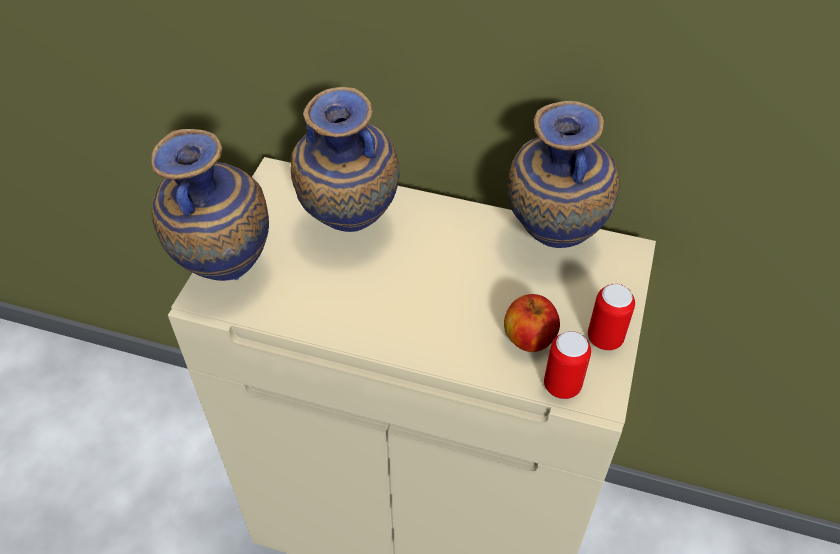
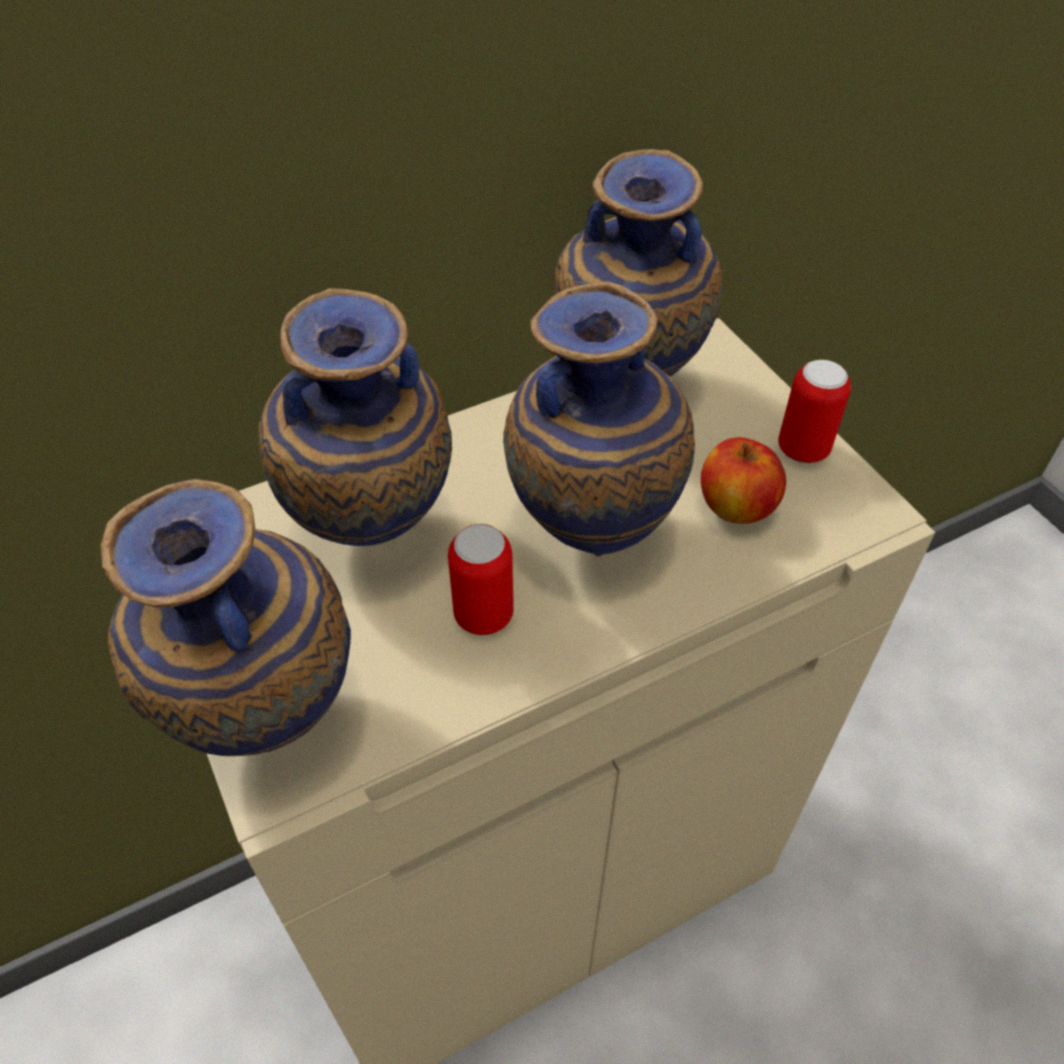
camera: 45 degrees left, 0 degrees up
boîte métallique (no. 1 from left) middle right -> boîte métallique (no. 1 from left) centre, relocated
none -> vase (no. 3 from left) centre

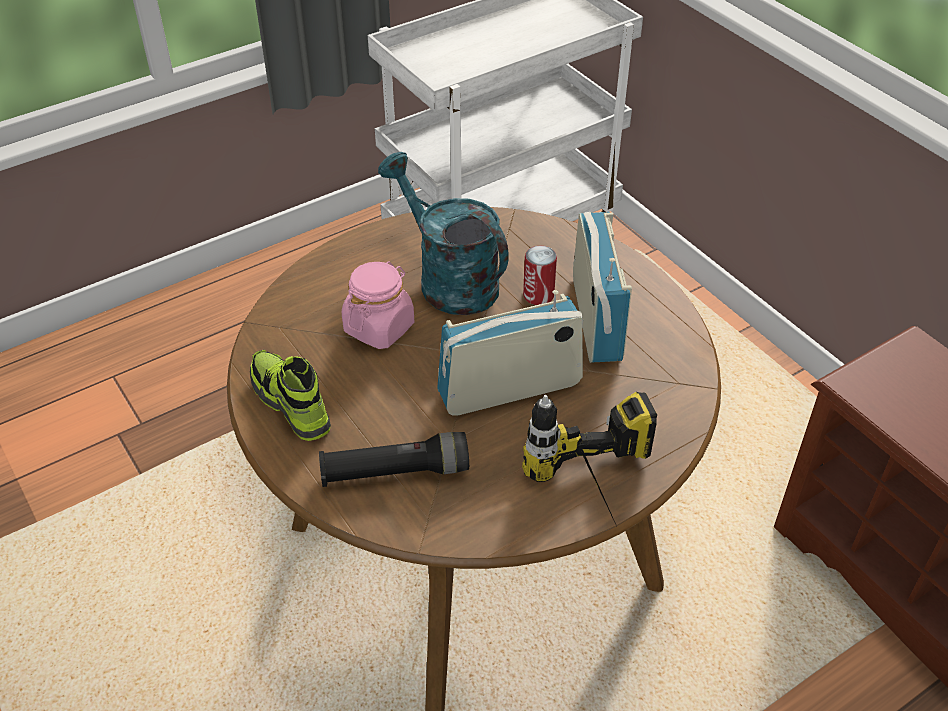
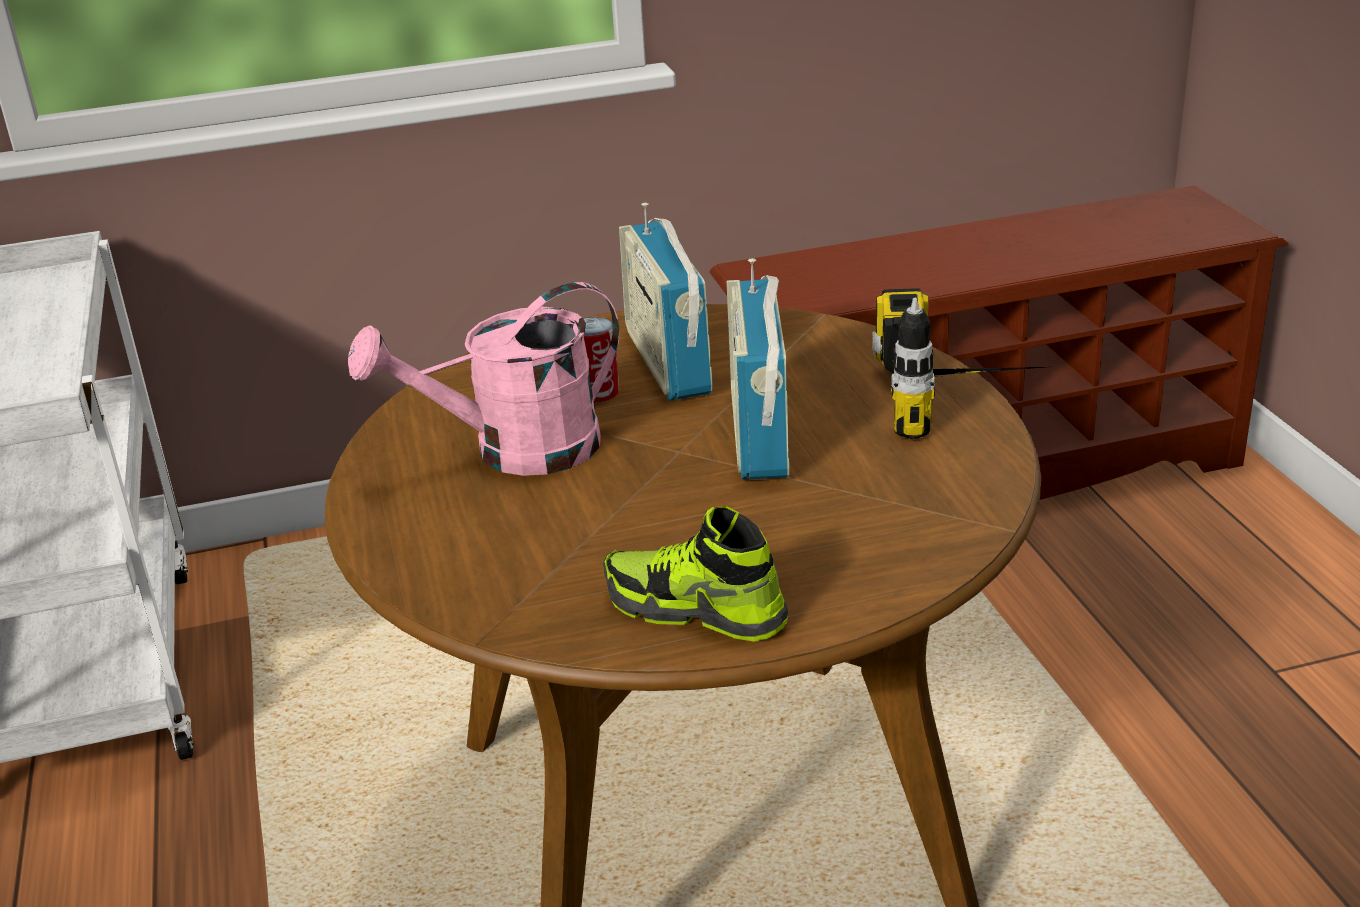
camera: 70 degrees left, 15 degrees down
arrosoir/turquoise top centre -> arrosoir/rose centre
chaussure middle left -> chaussure centre, 45 degrees clockwise
radio (no. 2 from left in the first image) centre -> radio (no. 1 from left) top centre, 120 degrees counterclockwise
lampe de poche/noir centre -> none
bocal/rose centre -> none

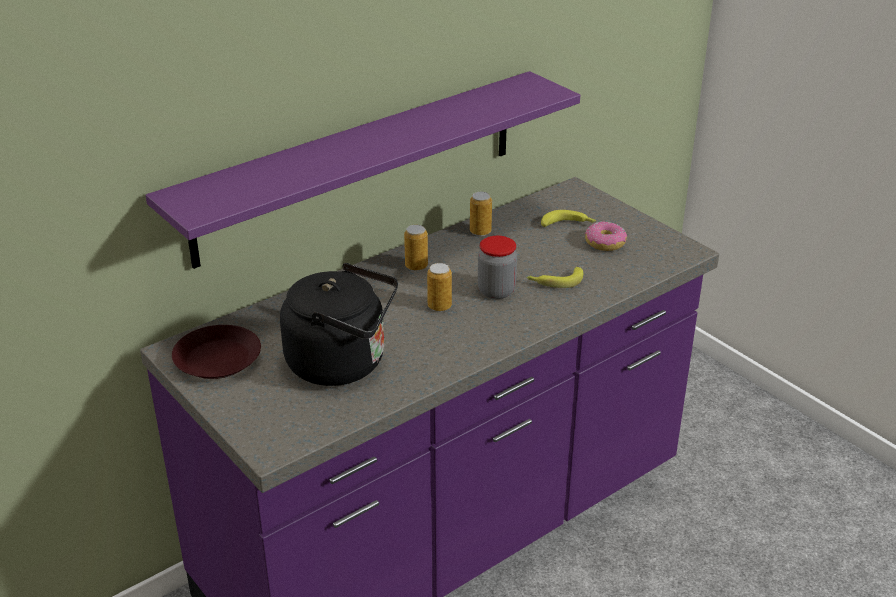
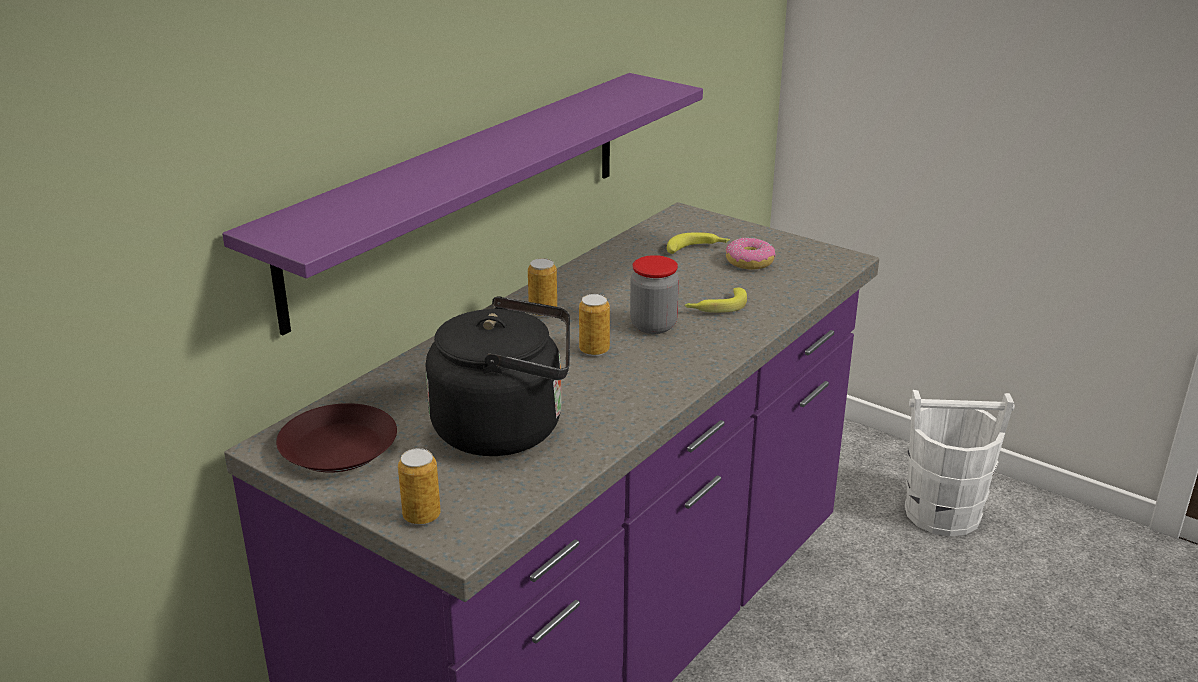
camera: 15 degrees left, 5 degrees down
boîte métallique (no. 3 from left in the first image) centre -> boîte métallique (no. 1 from left) bottom centre, relocated
none -> seau/blanc bottom right

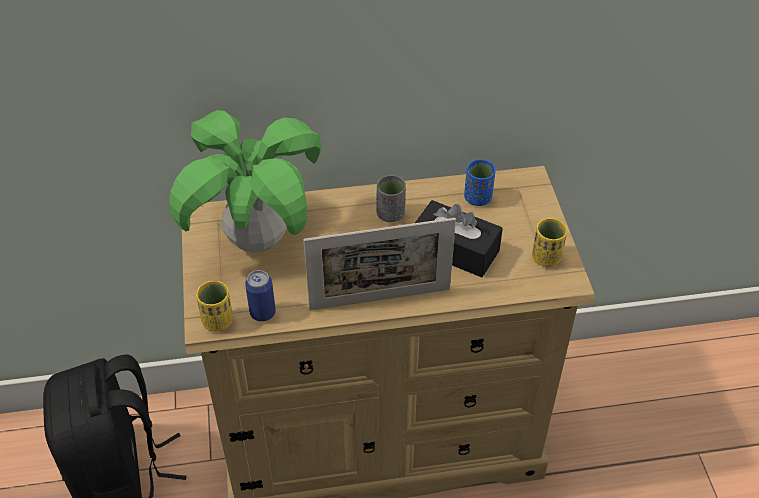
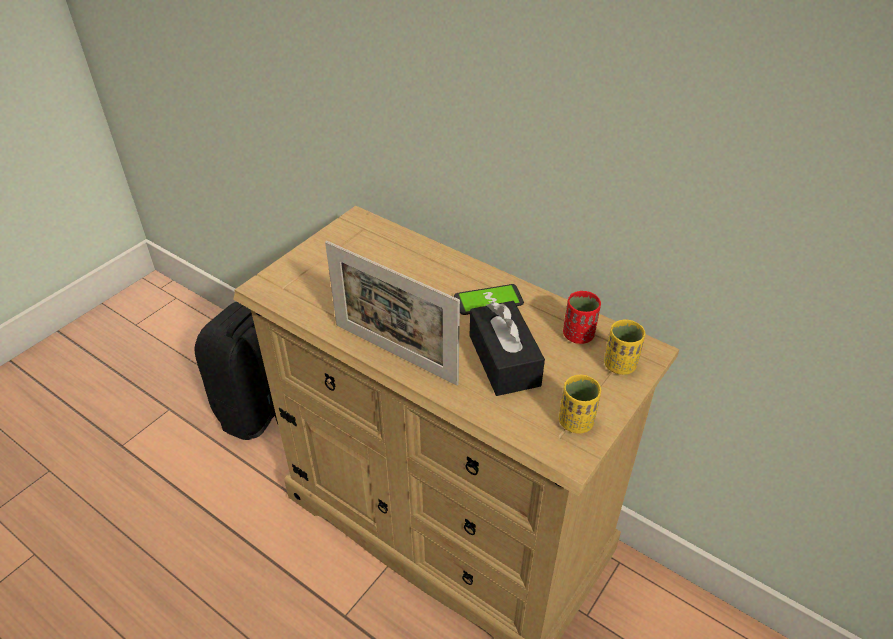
camera: 45 degrees right, 5 degrees down
tasse/gris centre -> téléphone centre
tasse/bleu centre -> tasse/rouge centre
tasse/jaune (no. 1 from left in the first image) middle left -> tasse/jaune (no. 2 from left) middle right, relocated
plante en pot middle left -> none
boîte métallique centre -> none

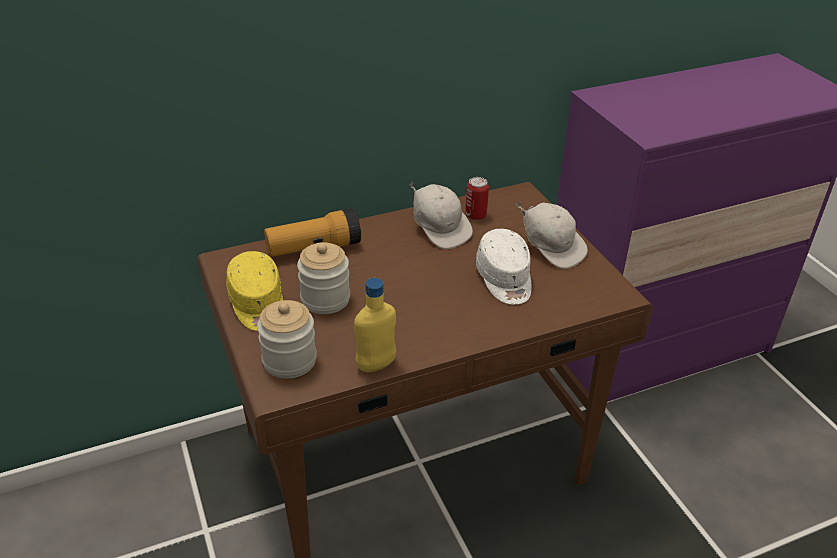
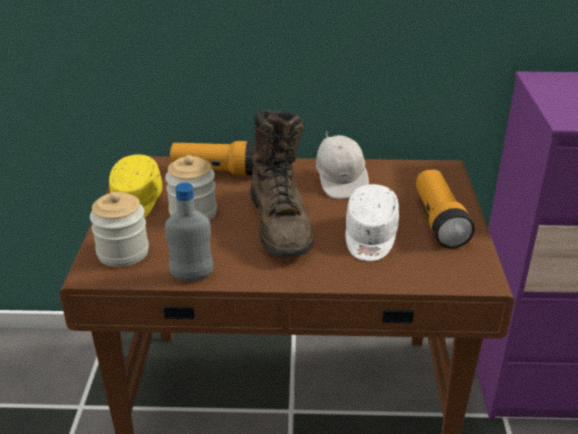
camera: 25 degrees right, 5 degrees down
bouteille/jaune centre -> bouteille/gris middle left
none -> botte/marron centre
casquette/blanc (no. 3 from left) centre -> lampe de poche (no. 2 from left) middle right
boîte métallique centre -> none

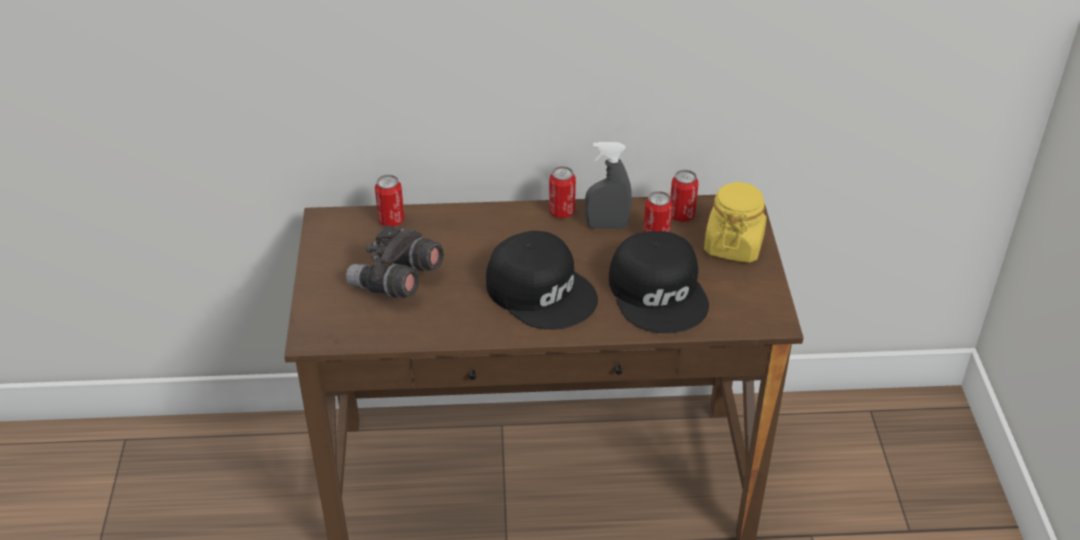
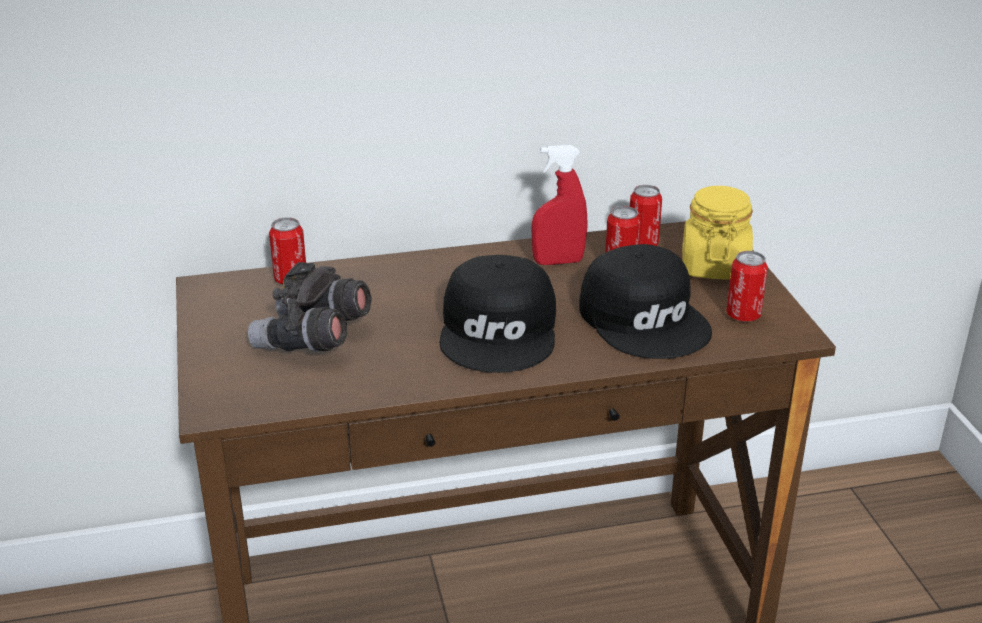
camera: 10 degrees left, 10 degrees down
casquette/noir (no. 1 from left) centre, 60 degrees clockwise
vaporisateur/gris centre -> vaporisateur/rouge top centre
boîte métallique (no. 2 from left in the first image) centre -> boîte métallique (no. 4 from left) middle right, relocated

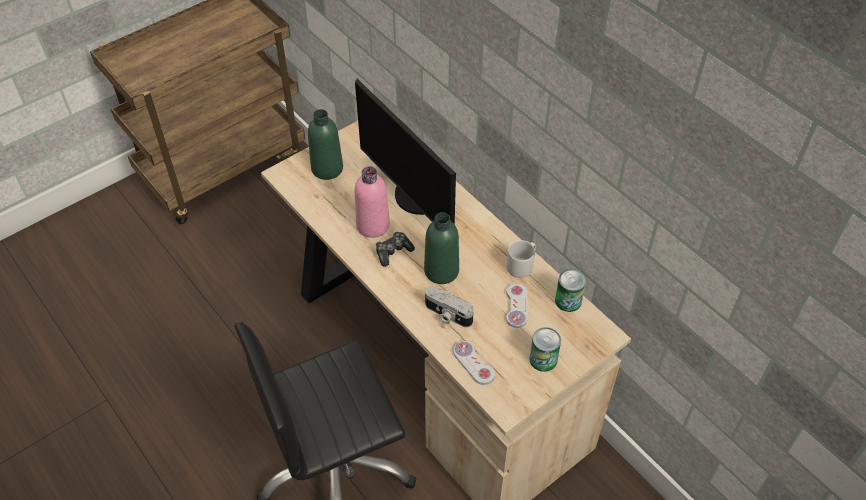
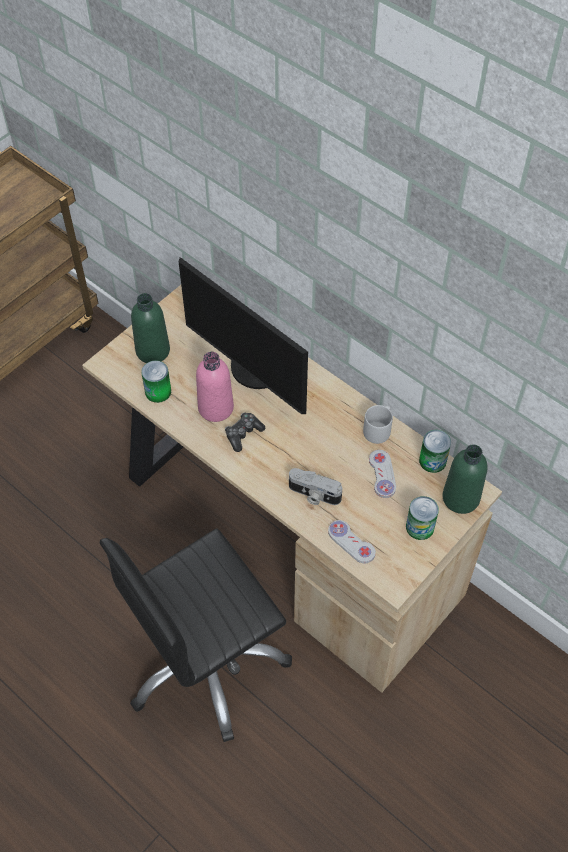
camera: 10 degrees left, 5 degrees up
none -> boîte métallique (no. 1 from left) middle left
bouteille/vert (no. 2 from left) centre -> bouteille/vert (no. 2 from left) middle right, relocated

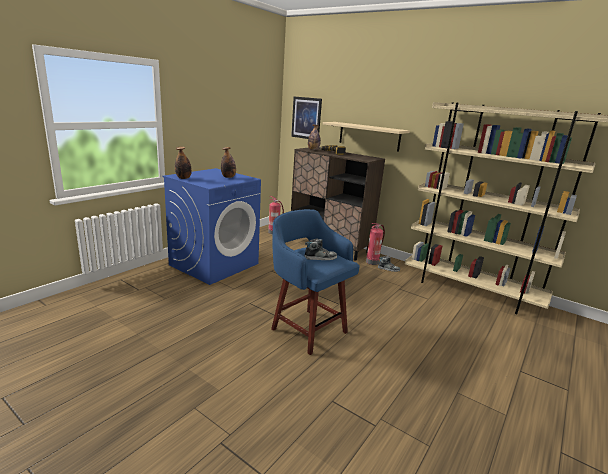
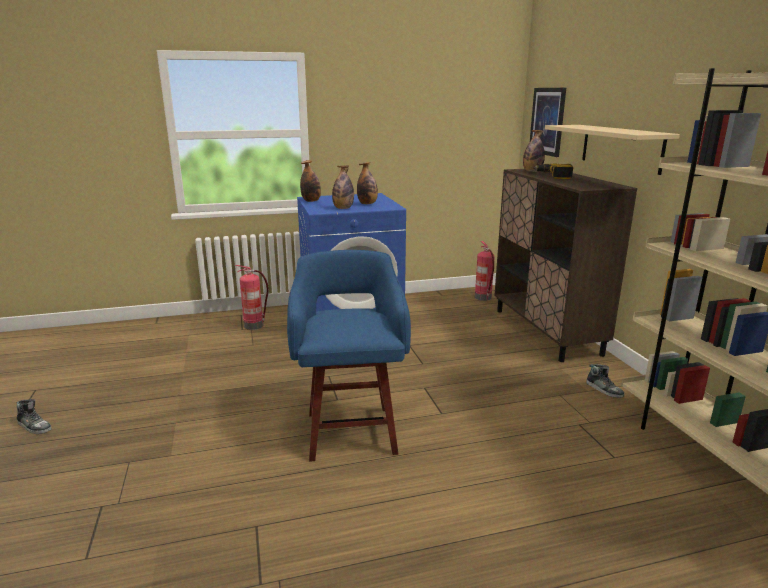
camera: 40 degrees right, 0 degrees up
chaussure (no. 1 from left) centre -> chaussure (no. 1 from left) bottom left, relocated
extincteur (no. 2 from left in the first image) centre -> extincteur (no. 1 from left) middle left, relocated
none -> bouteille (no. 2 from left) top centre

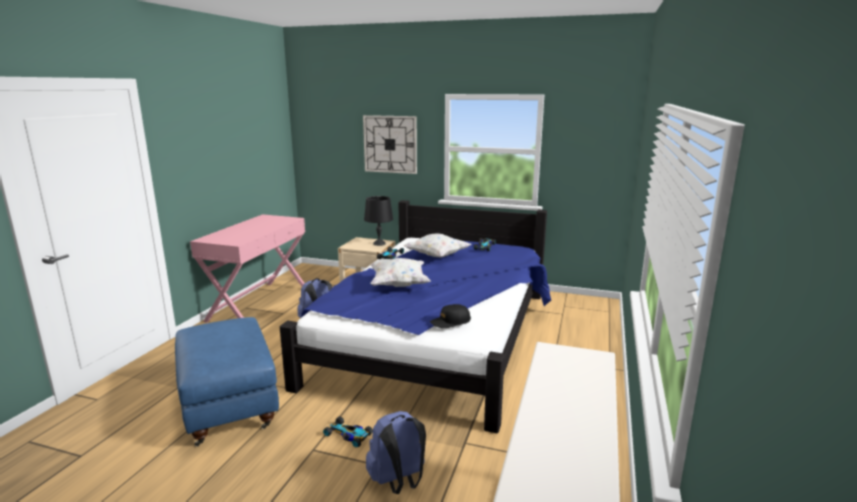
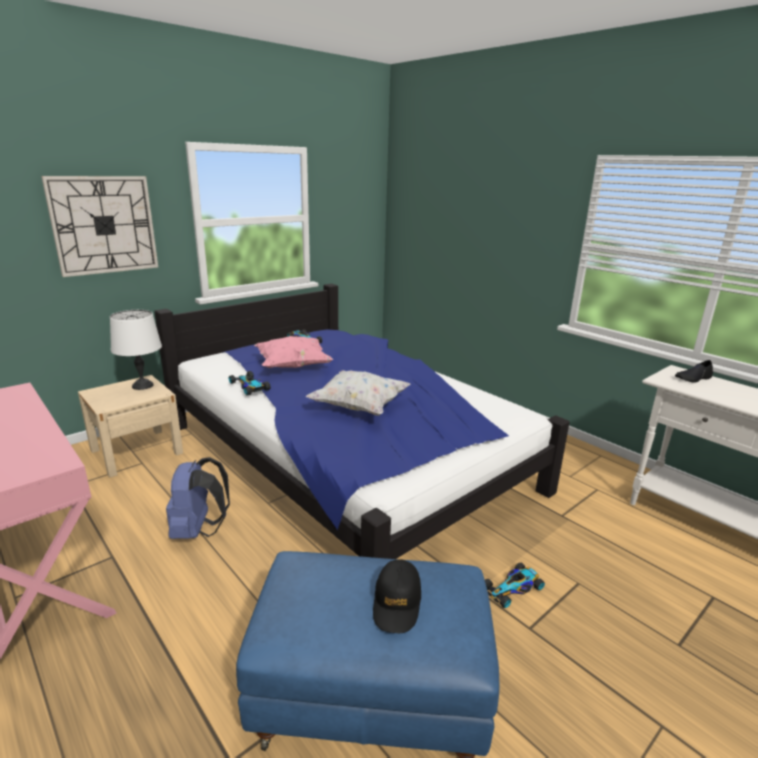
camera: 60 degrees left, 5 degrees up
lampe de table/noir centre -> lampe de table/blanc middle left
coussin/blanc (no. 2 from left) centre -> coussin/rose centre
casquette/noir centre -> casquette/noir bottom centre, relocated
none -> chaussure/noir middle right
sac à dos/bleu (no. 2 from left) bottom centre -> none

